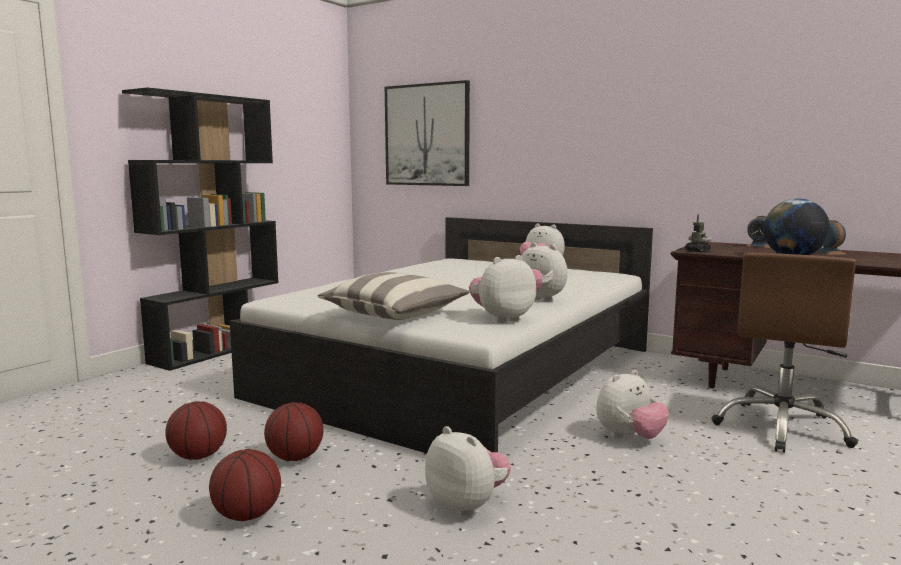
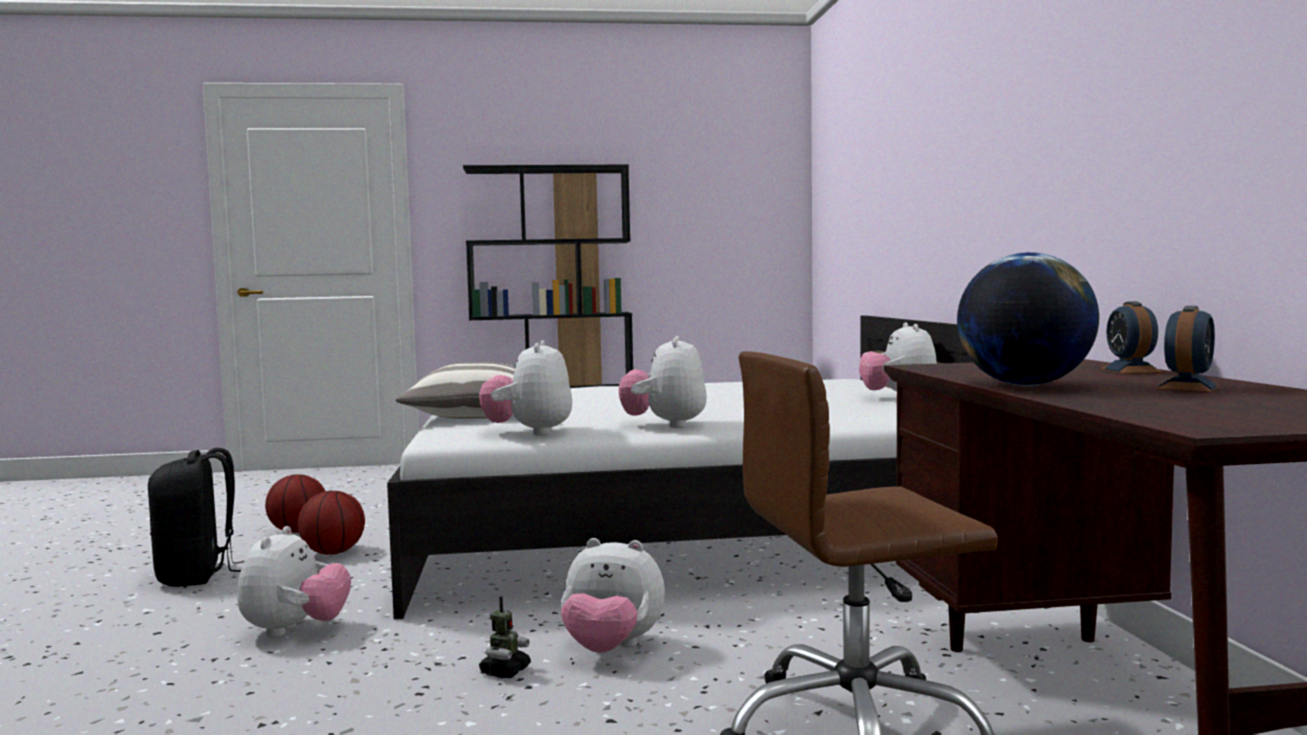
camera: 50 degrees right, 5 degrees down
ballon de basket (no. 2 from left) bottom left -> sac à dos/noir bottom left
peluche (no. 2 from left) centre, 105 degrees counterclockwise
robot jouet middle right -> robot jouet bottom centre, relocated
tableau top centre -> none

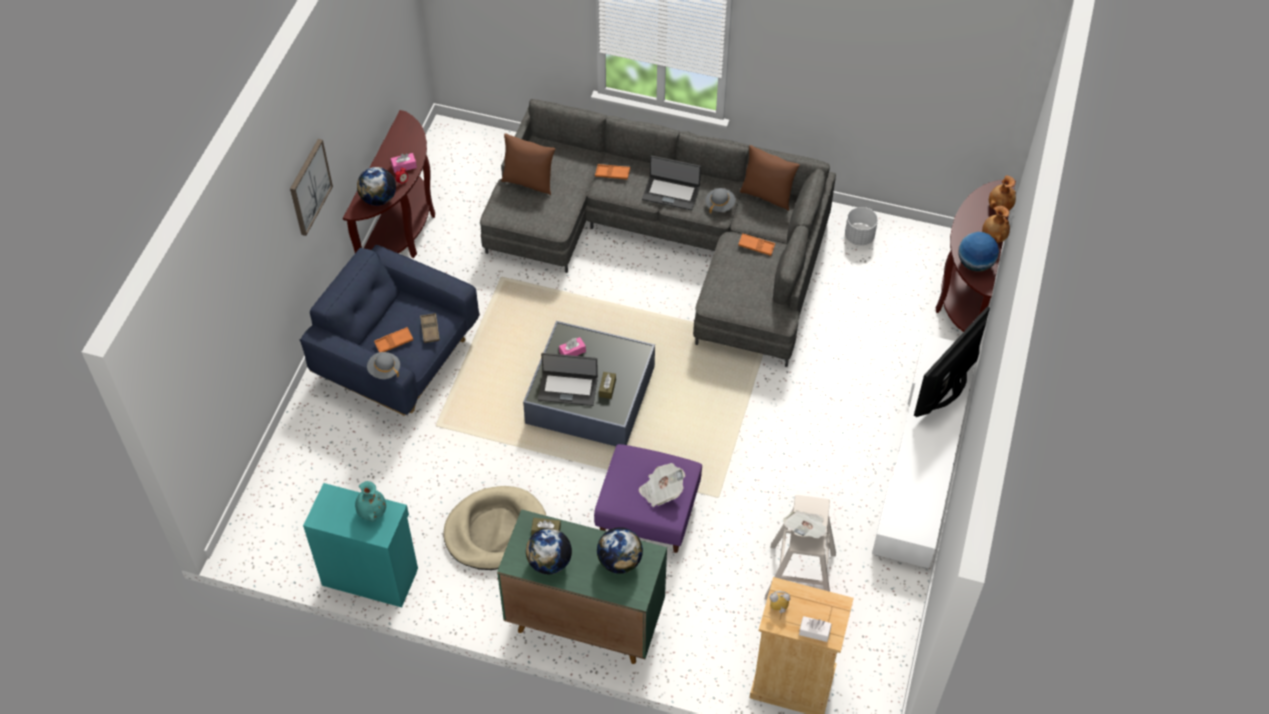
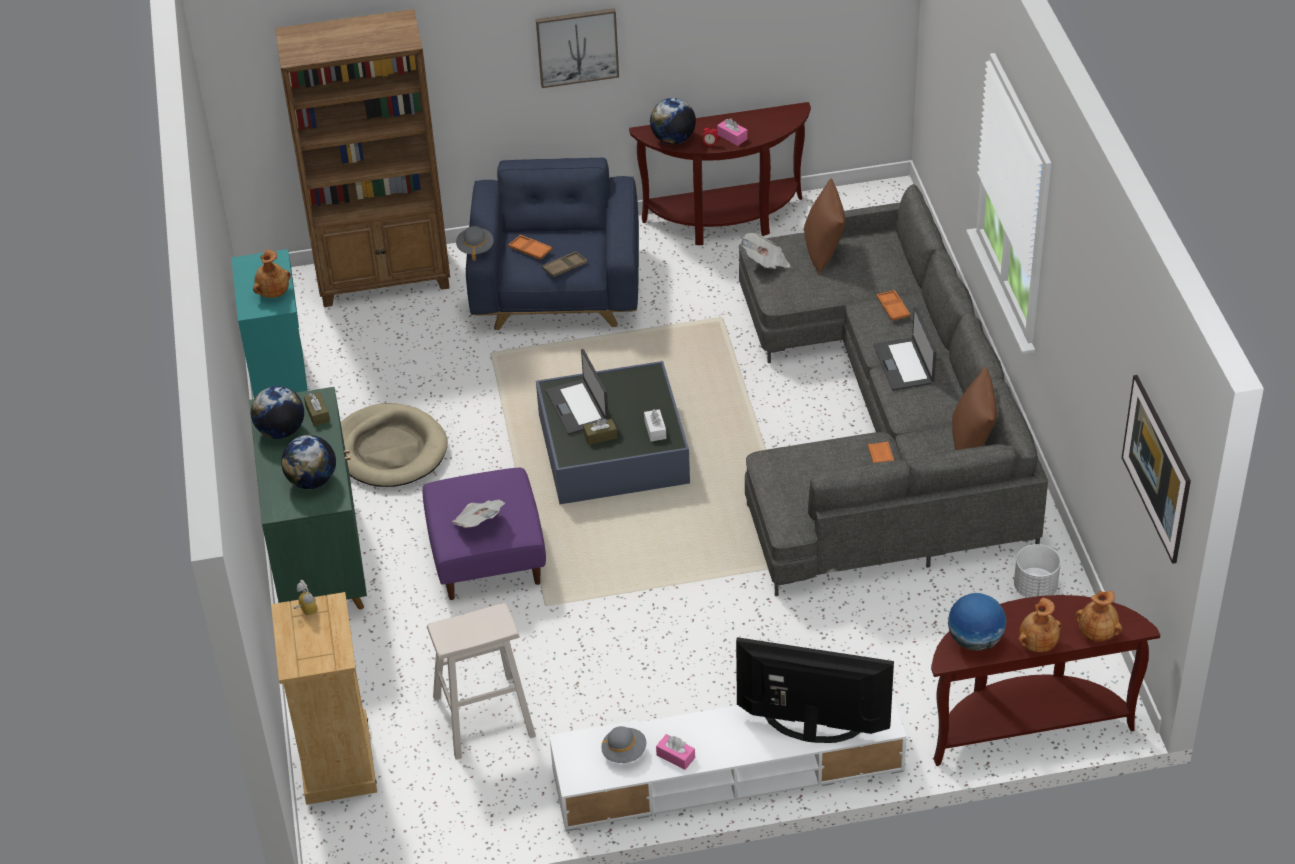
camera: 65 degrees right, 10 degrees down
vase/turquoise bottom left -> vase/marron (no. 1 from left) top left
none -> bibliothèque/marron top left
chapeau/gris (no. 2 from left) top centre -> chapeau/gris (no. 2 from left) bottom centre, relocated
boîte à mouchoirs/blanc bottom centre -> boîte à mouchoirs/blanc centre, relocated
boîte à mouchoirs/rose (no. 2 from left in the first image) centre -> boîte à mouchoirs/rose (no. 1 from left) bottom centre, relocated
journal (no. 2 from left) bottom centre -> journal (no. 2 from left) top centre, relocated
none -> tableau (no. 2 from left) middle right

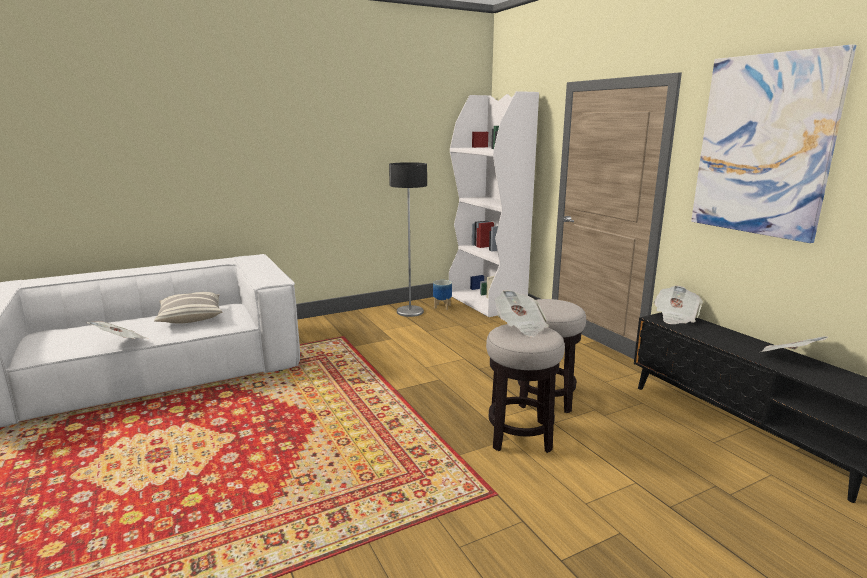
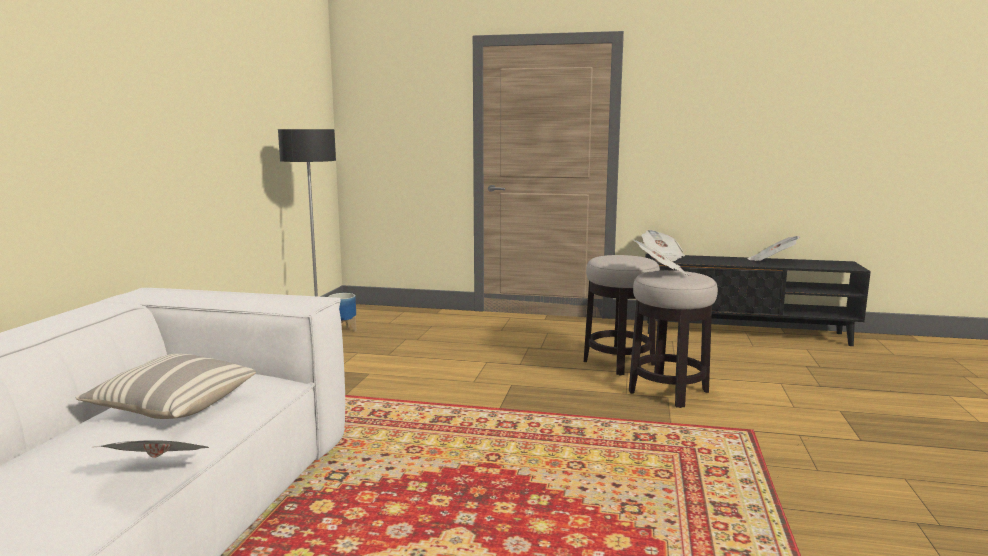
camera: 50 degrees left, 5 degrees down
bibliothèque/blanc centre -> none
tableau top right -> none

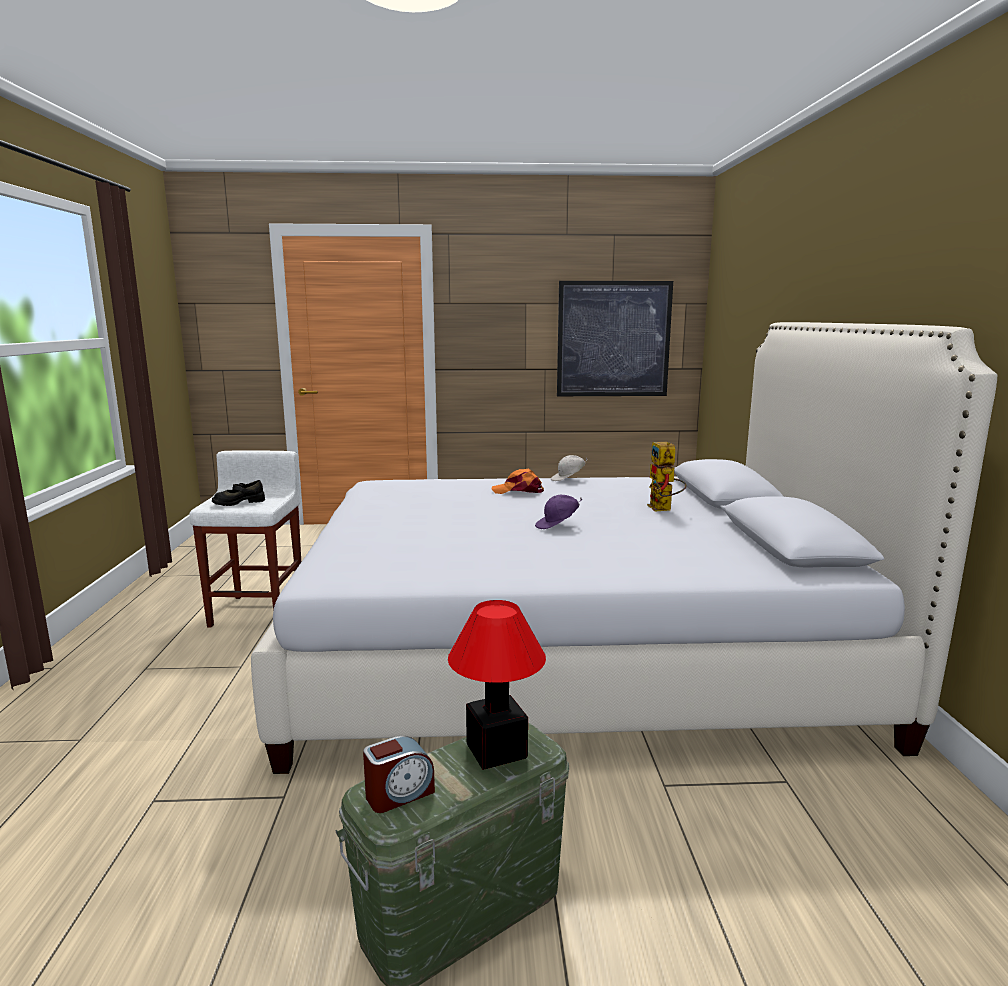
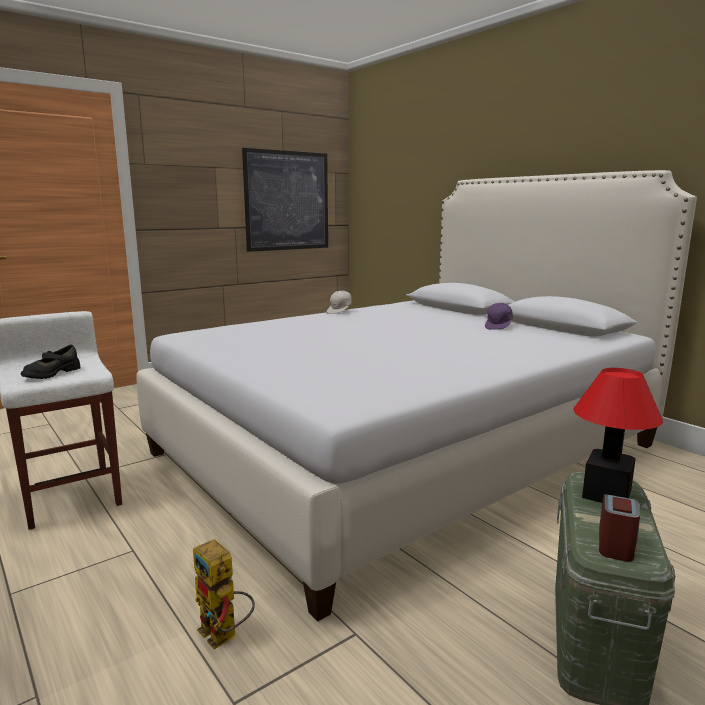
camera: 35 degrees left, 0 degrees up
robot jouet centre -> robot jouet bottom left, relocated
casquette/violet centre -> casquette/violet middle right, relocated
casquette/orange centre -> none

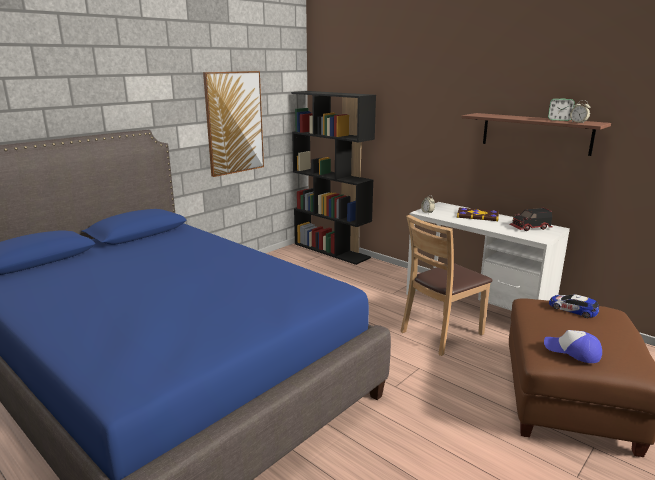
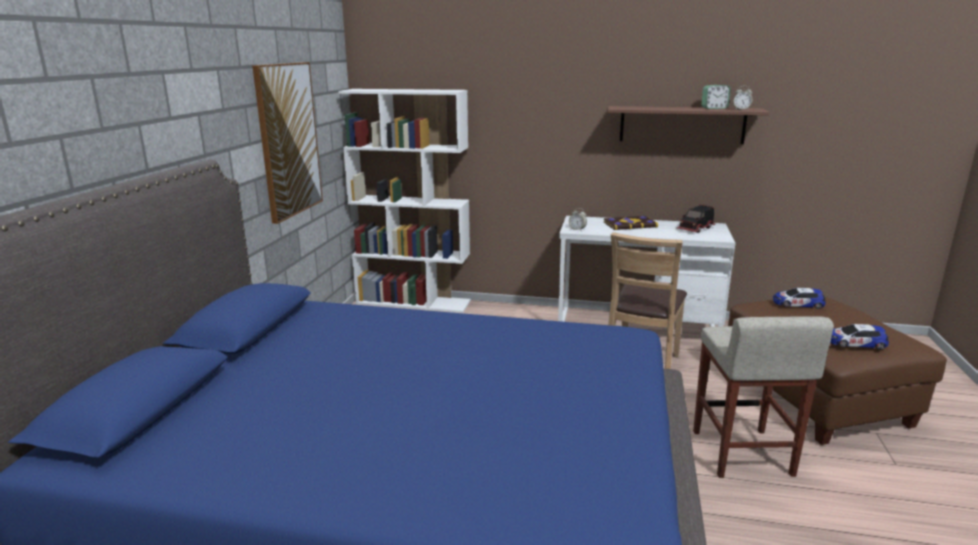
camera: 30 degrees left, 0 degrees up
bibliothèque/noir centre -> bibliothèque/blanc centre
none -> tabouret/beige bottom right
casquette bottom right -> petite voiture (no. 2 from left) middle right

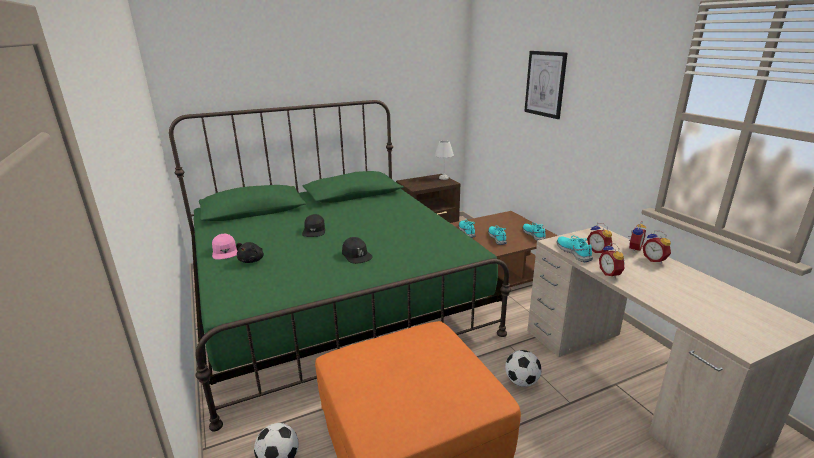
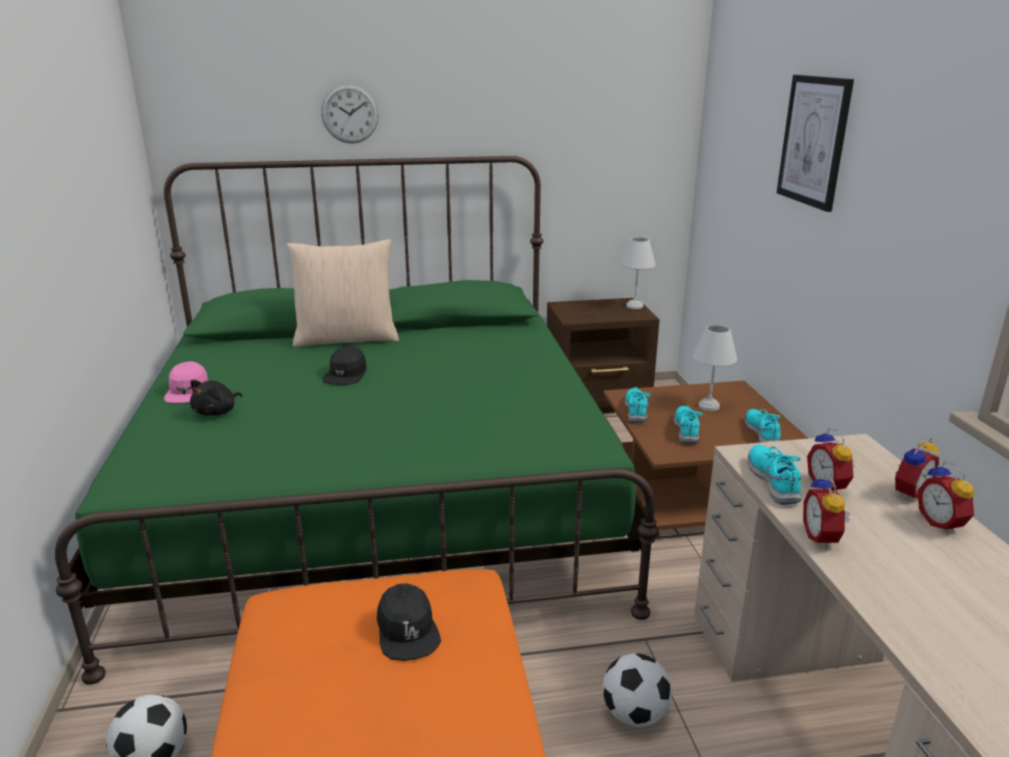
camera: 15 degrees right, 0 degrees up
none -> coussin/beige centre
none -> horloge murale top centre
casquette/noir (no. 2 from left) centre -> casquette/noir (no. 2 from left) bottom centre, relocated
none -> lampe de table/blanc (no. 2 from left) middle right

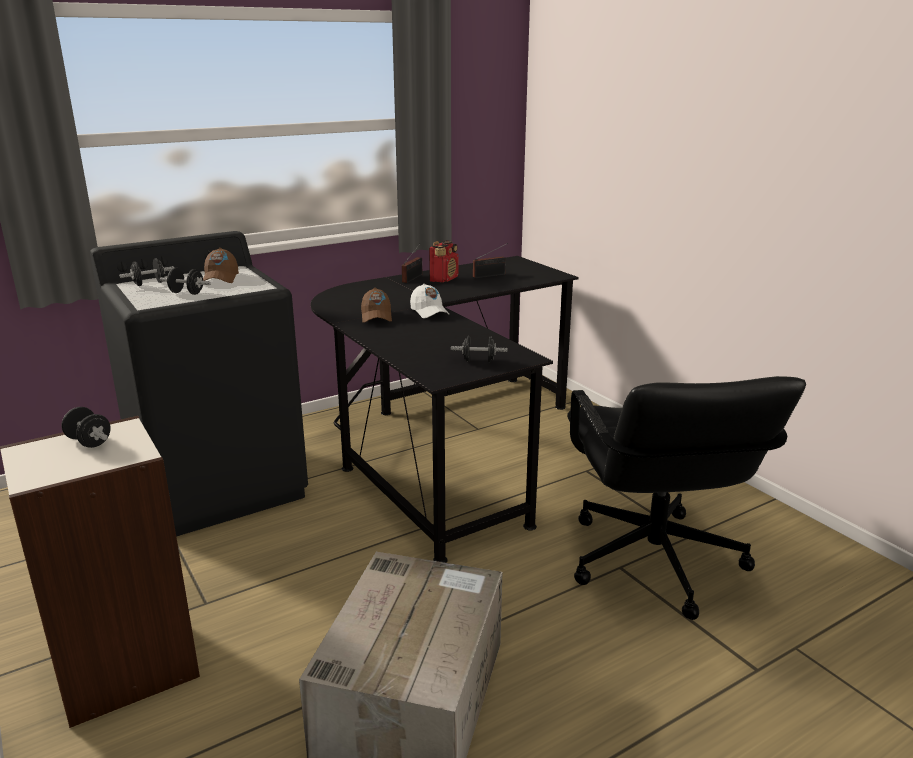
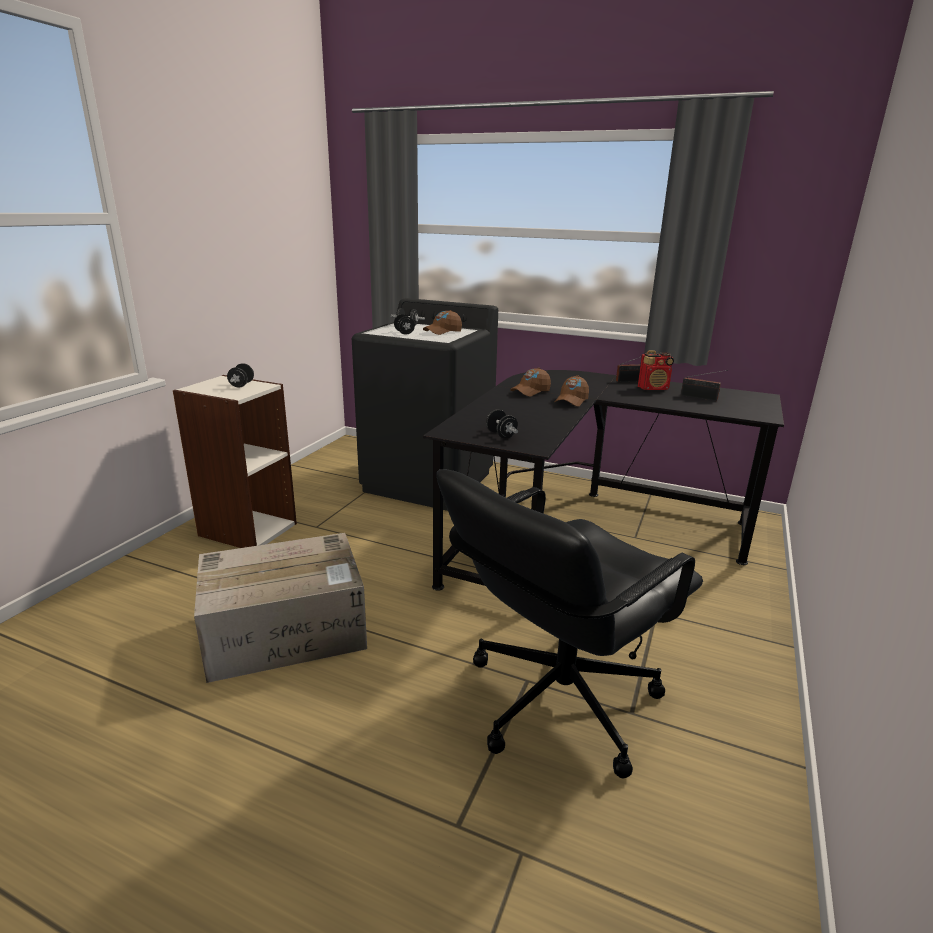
camera: 55 degrees right, 0 degrees up
casquette/blanc centre -> casquette/marron (no. 3 from left) centre

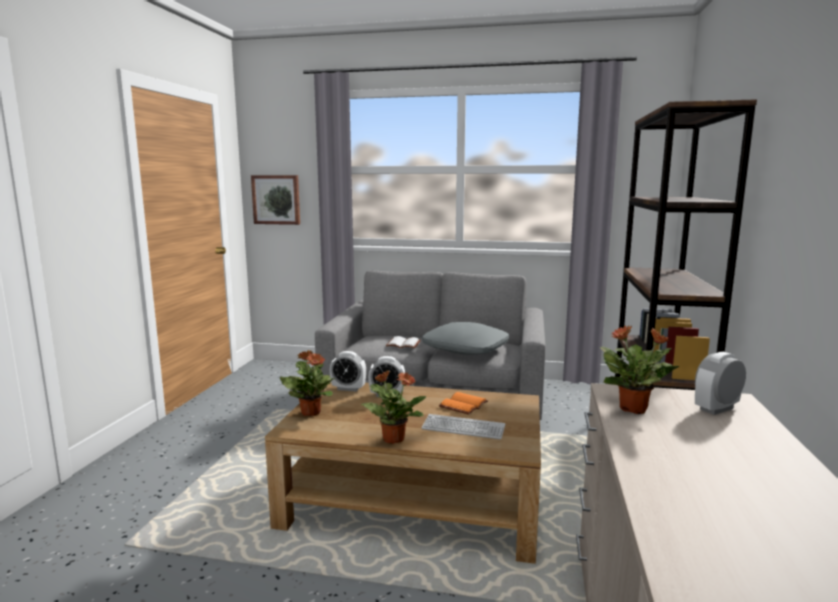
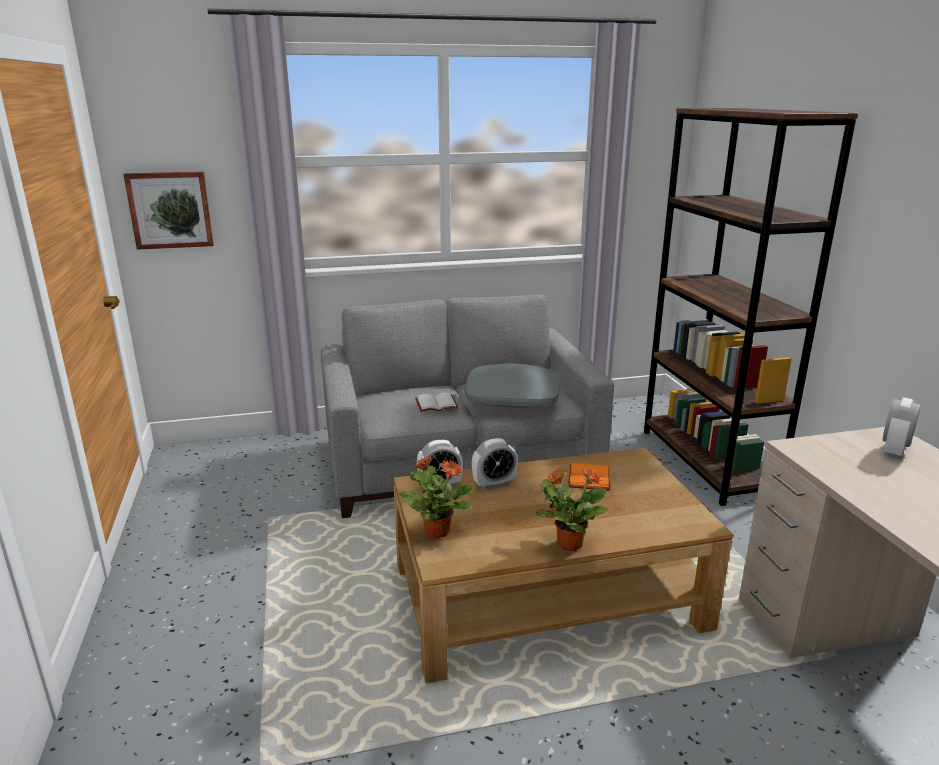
camera: 25 degrees left, 10 degrees up
clavier bottom centre -> none
plante en pot (no. 3 from left) middle right -> none

